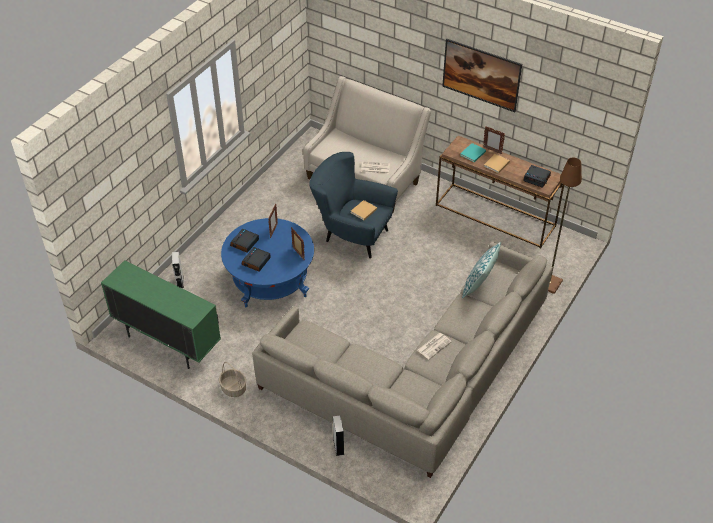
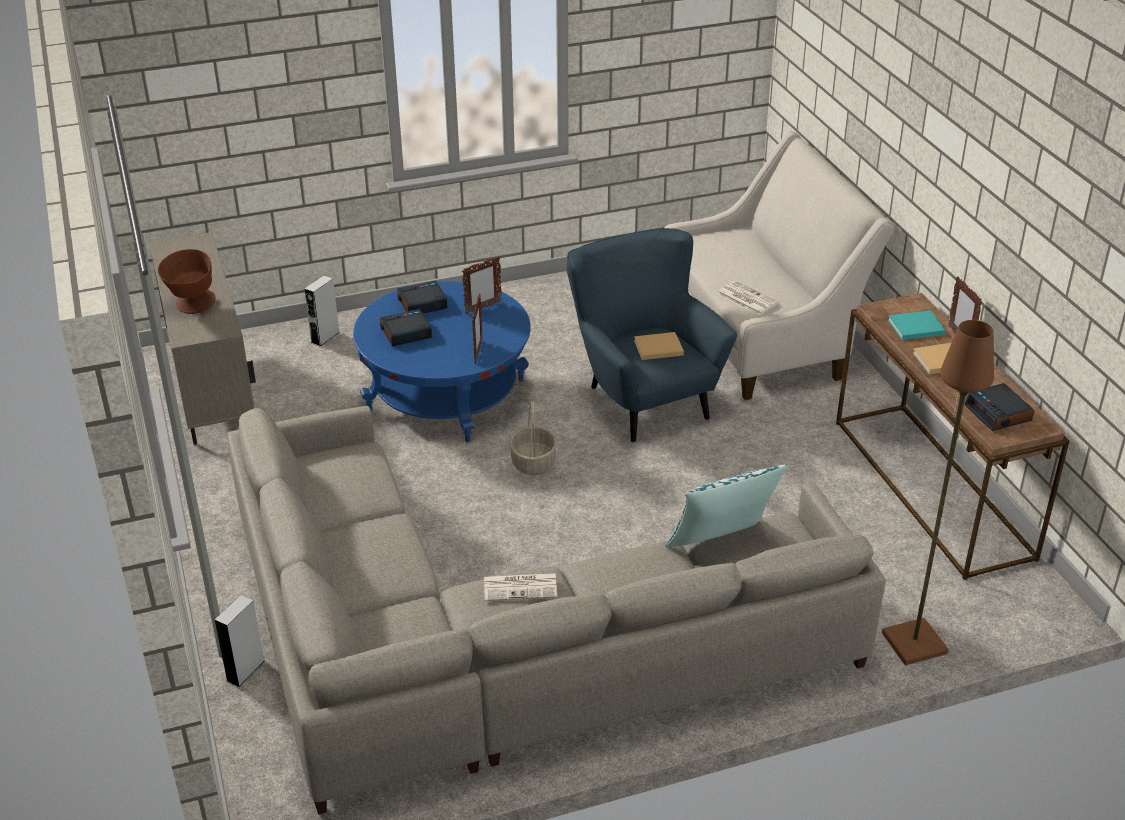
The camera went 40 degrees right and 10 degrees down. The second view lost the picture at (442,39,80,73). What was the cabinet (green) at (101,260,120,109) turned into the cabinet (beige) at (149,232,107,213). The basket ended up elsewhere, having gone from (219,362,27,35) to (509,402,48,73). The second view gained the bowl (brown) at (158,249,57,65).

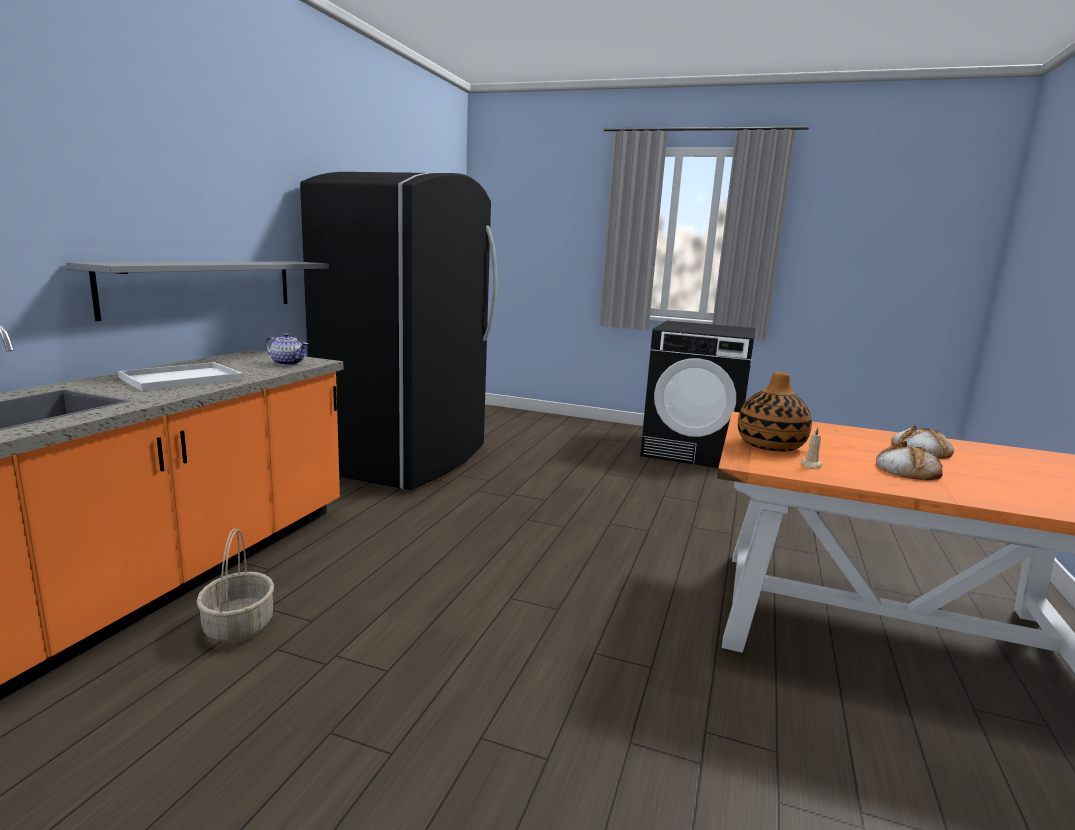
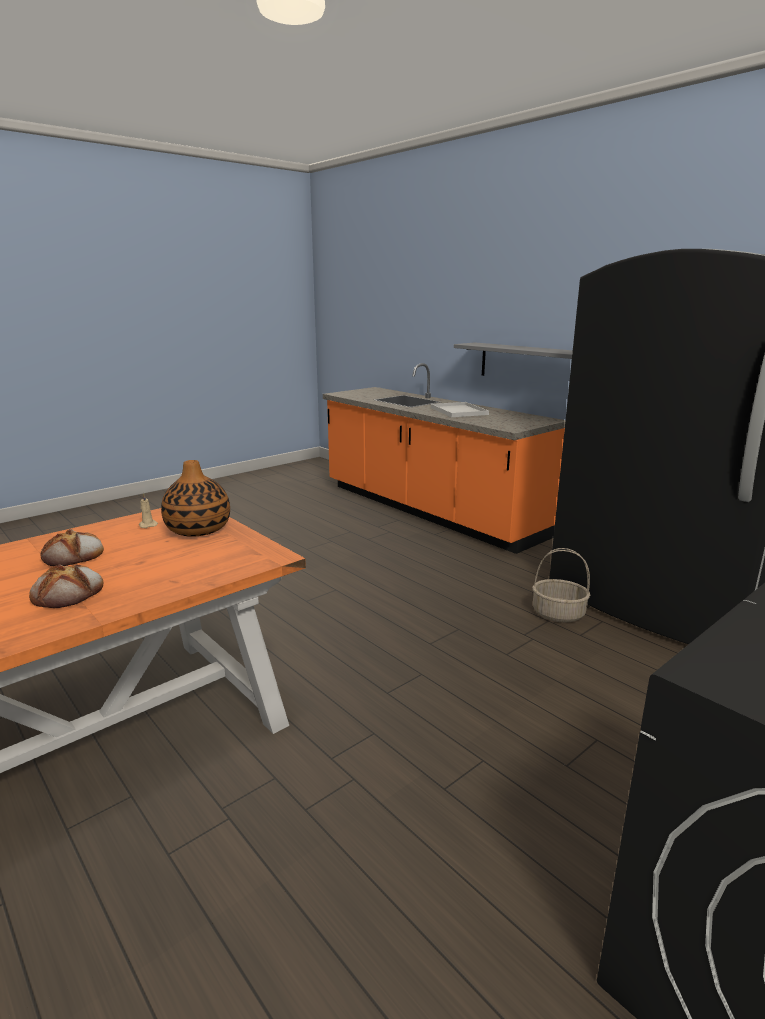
The camera went 120 degrees right and 5 degrees up. The second view lost the teapot at (265,333,43,32). The basket ended up elsewhere, having gone from (196,529,78,114) to (532,548,58,75).

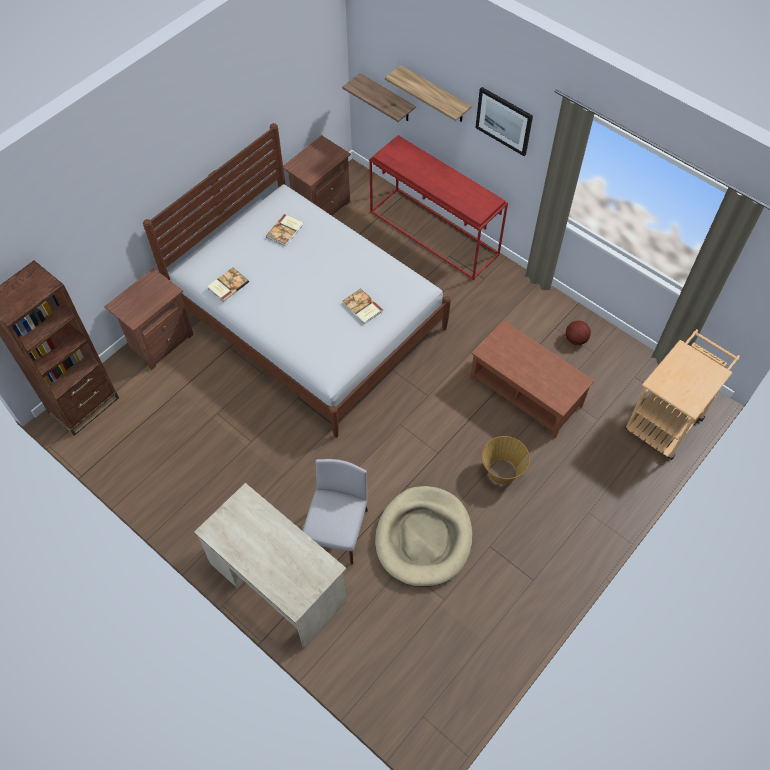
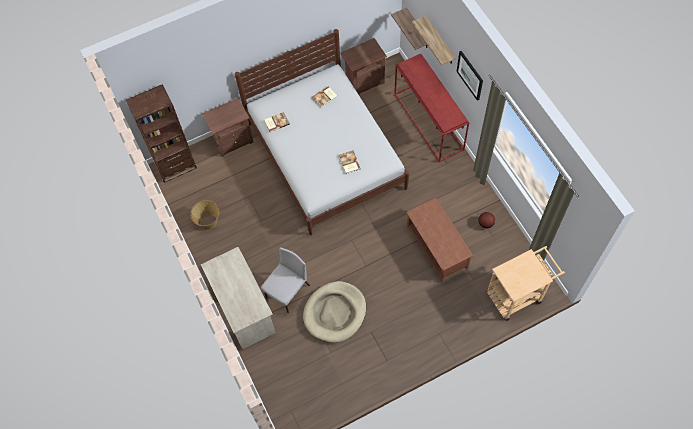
The camera went 25 degrees right and 5 degrees up. The basket ended up elsewhere, having gone from (482,436,48,49) to (190,200,29,30).

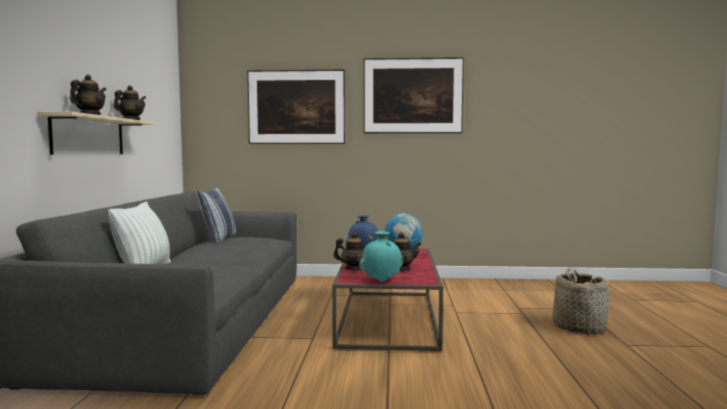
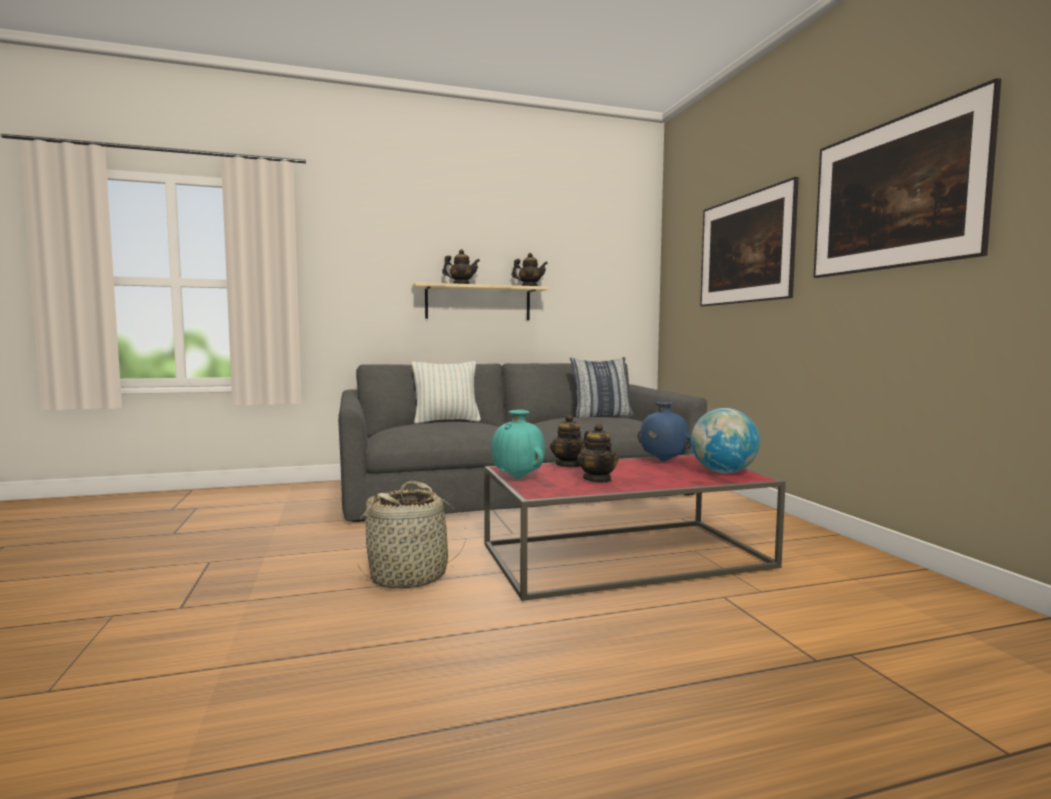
The camera went 70 degrees right and 0 degrees up. The basket ended up elsewhere, having gone from (552,268,57,66) to (358,481,108,108).

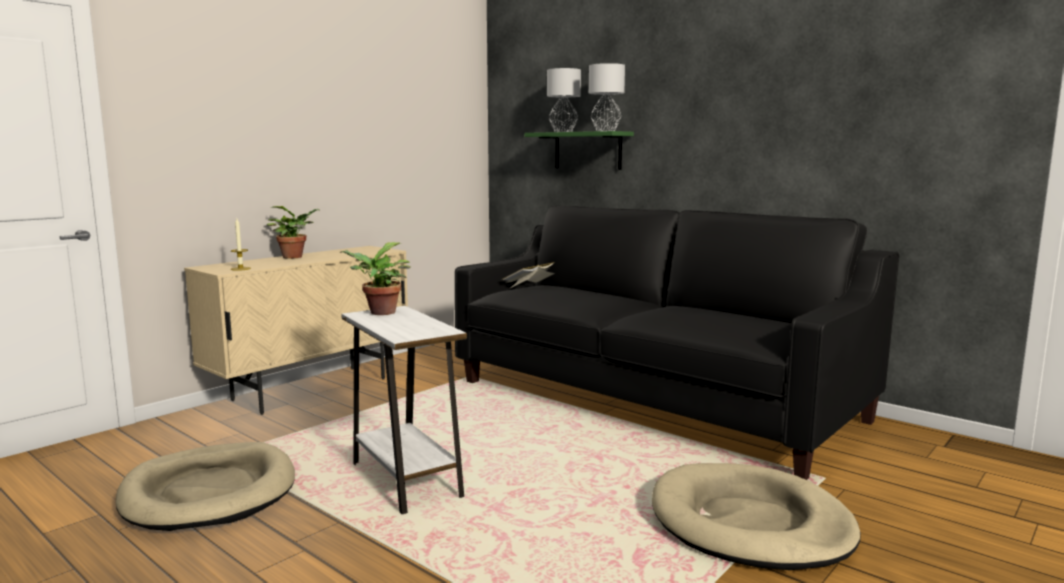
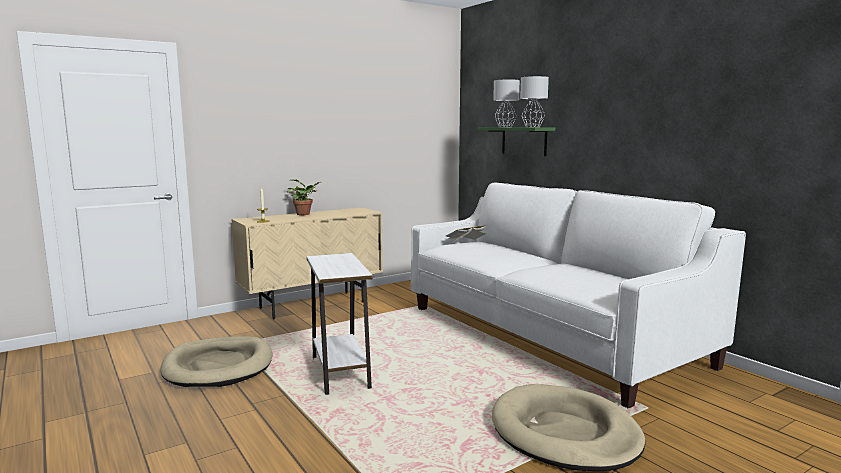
The camera went 15 degrees right and 0 degrees up. What was the sofa (black) at (455,205,444,275) turned into the sofa (white) at (411,183,335,225). The second view lost the potted plant at (340,242,71,73).

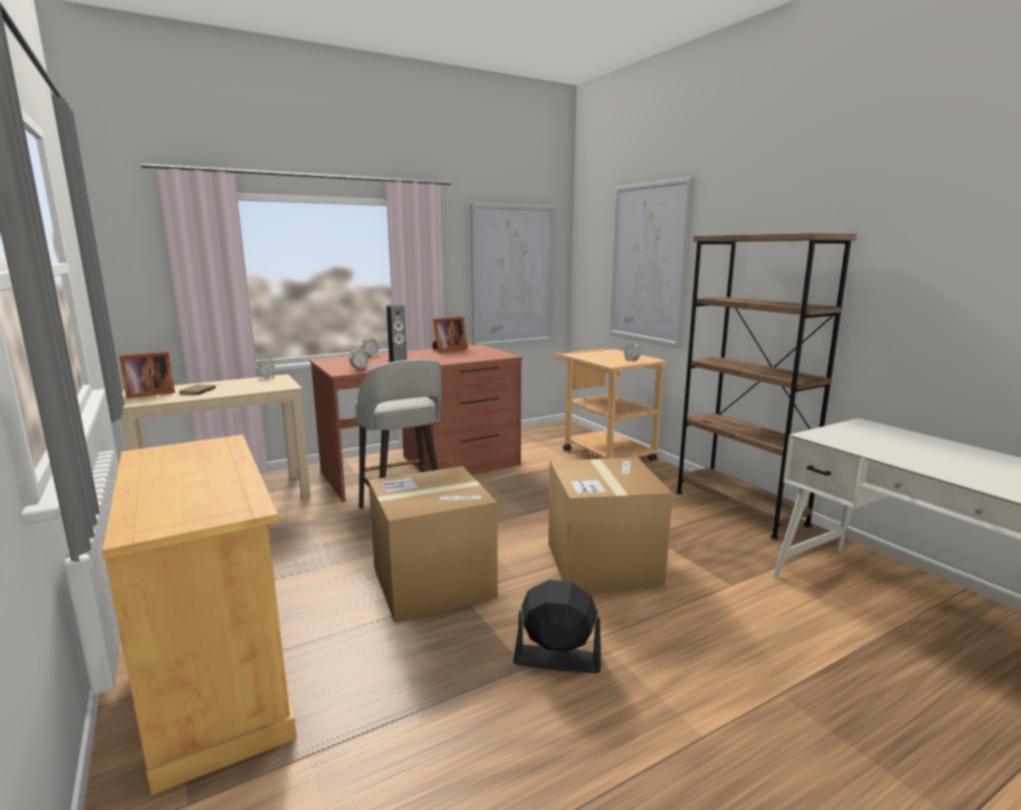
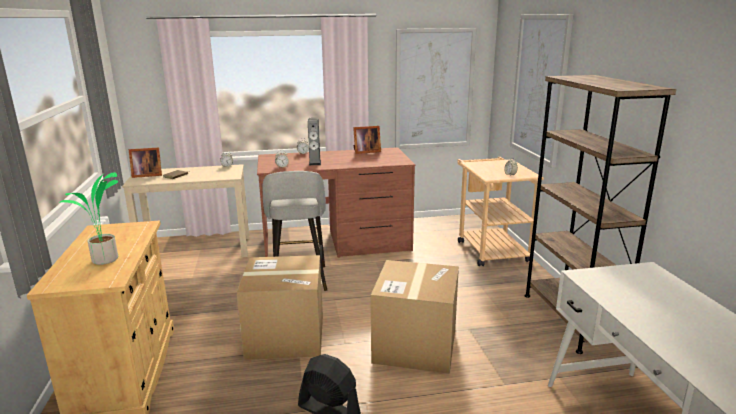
The camera went 20 degrees right and 5 degrees up. The second view gained the potted plant at (58,172,60,93).

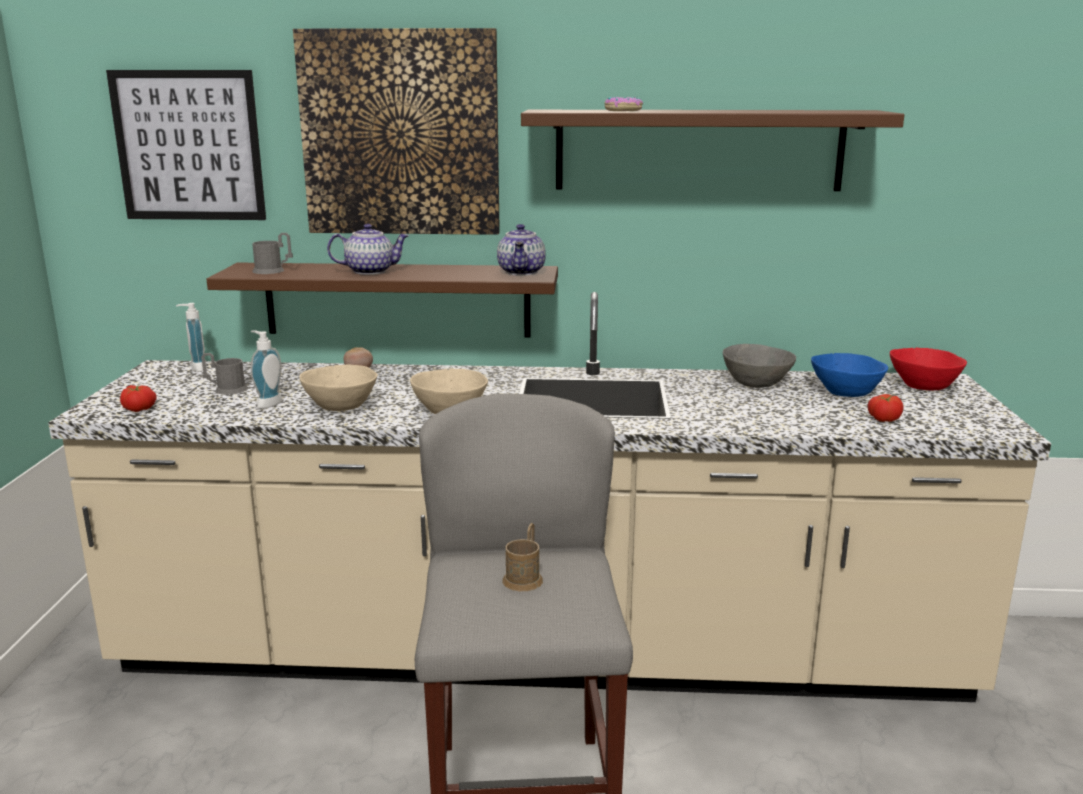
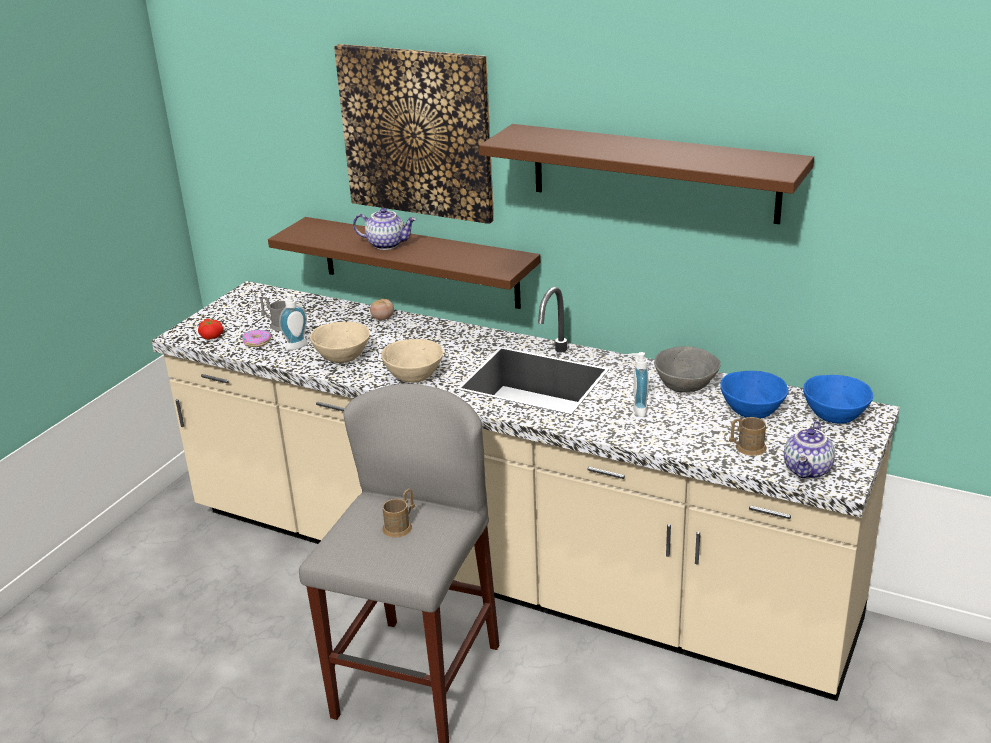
The camera went 25 degrees right and 10 degrees up. The second view lost the picture at (106,70,160,150). The donut ended up elsewhere, having gone from (604,97,39,14) to (242,329,30,18). The teapot ended up elsewhere, having gone from (497,224,49,52) to (784,421,51,58). The second view lost the mug (grey) at (252,233,41,41). The soap dispenser ended up elsewhere, having gone from (176,303,31,69) to (628,352,21,65). What was the bowl (red) at (890,348,77,42) turned into the bowl (blue) at (803,375,70,49). Where the tomato stood at (868,394,35,28), the mug (brown) came to stand at (729,417,38,39).

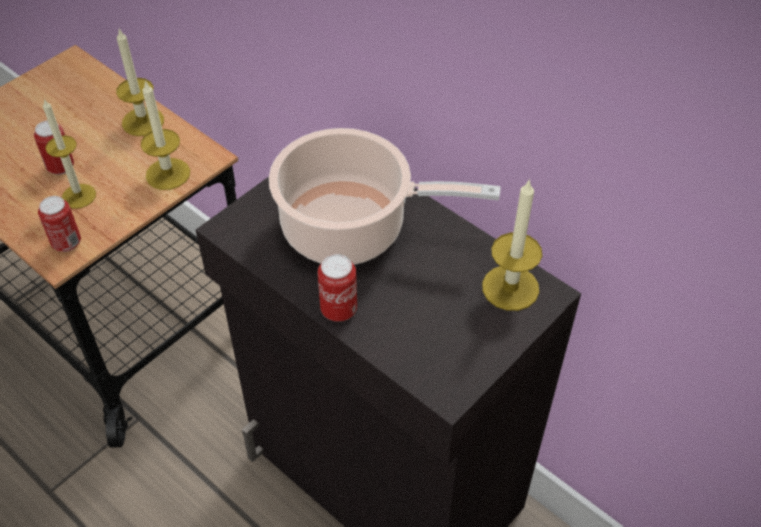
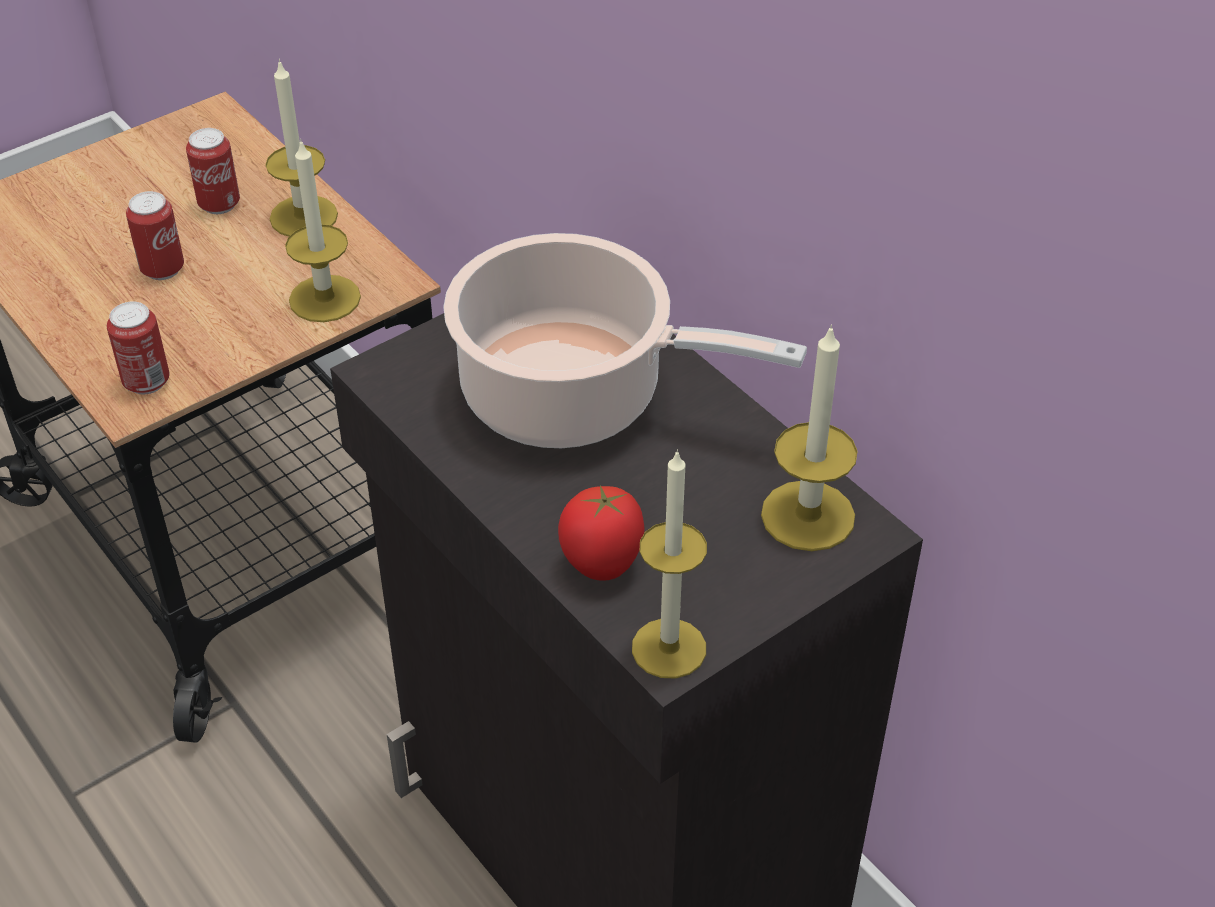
The camera went 10 degrees right and 5 degrees down. The candle ended up elsewhere, having gone from (43,98,53,111) to (632,449,75,230). The can ended up elsewhere, having gone from (318,254,39,68) to (186,128,54,86). The second view gained the tomato at (558,486,87,95).

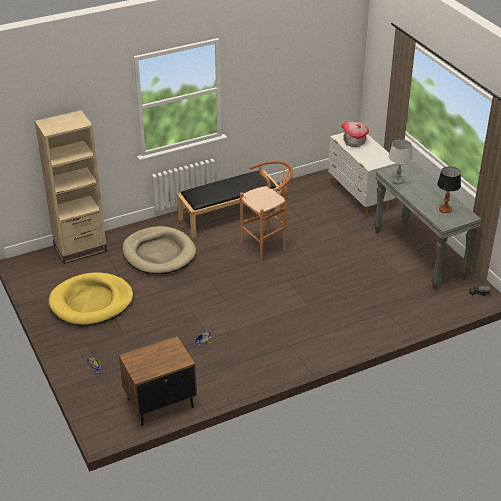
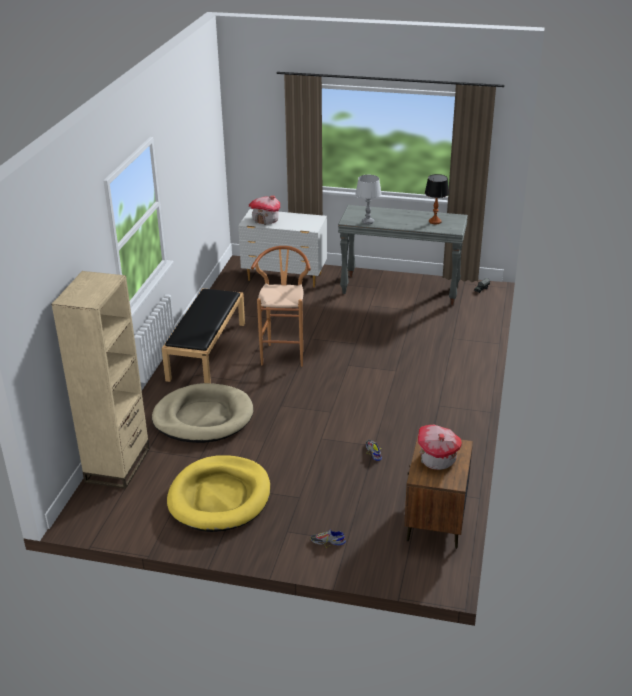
The camera went 50 degrees left and 5 degrees down. The second view gained the toy house at (418,425,44,45).

